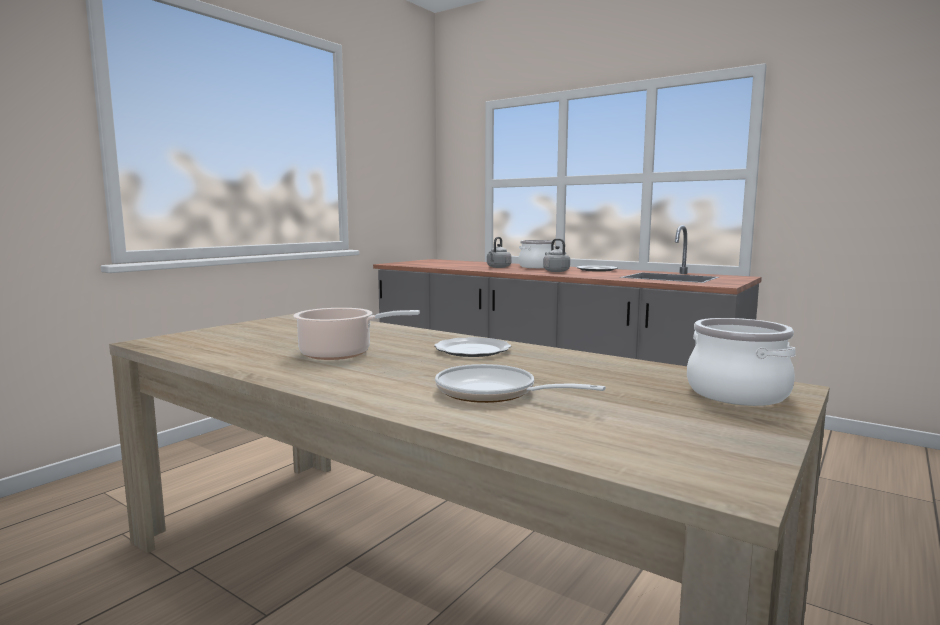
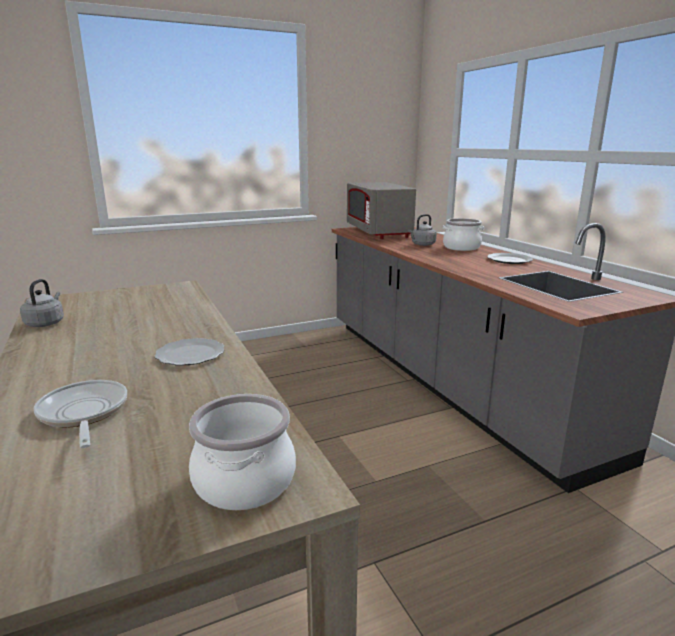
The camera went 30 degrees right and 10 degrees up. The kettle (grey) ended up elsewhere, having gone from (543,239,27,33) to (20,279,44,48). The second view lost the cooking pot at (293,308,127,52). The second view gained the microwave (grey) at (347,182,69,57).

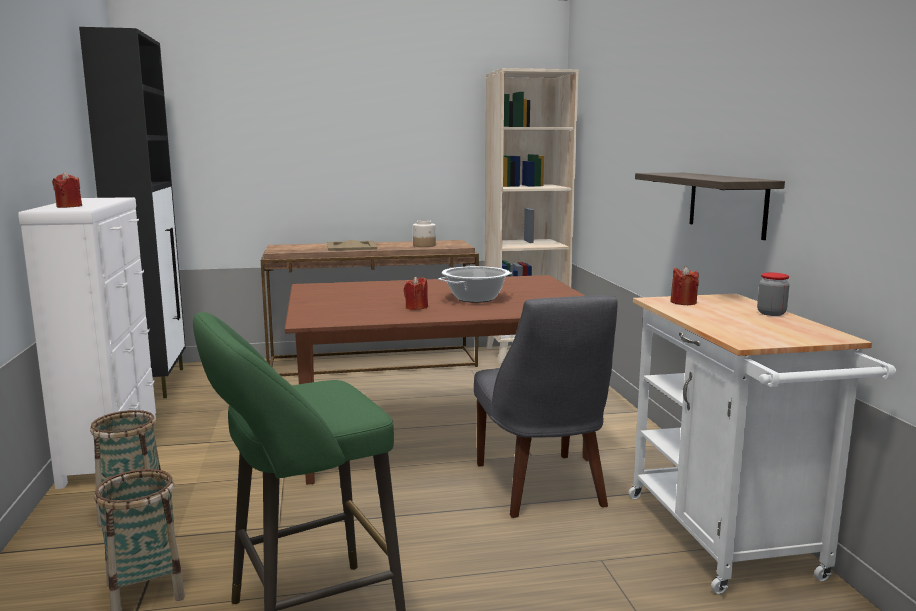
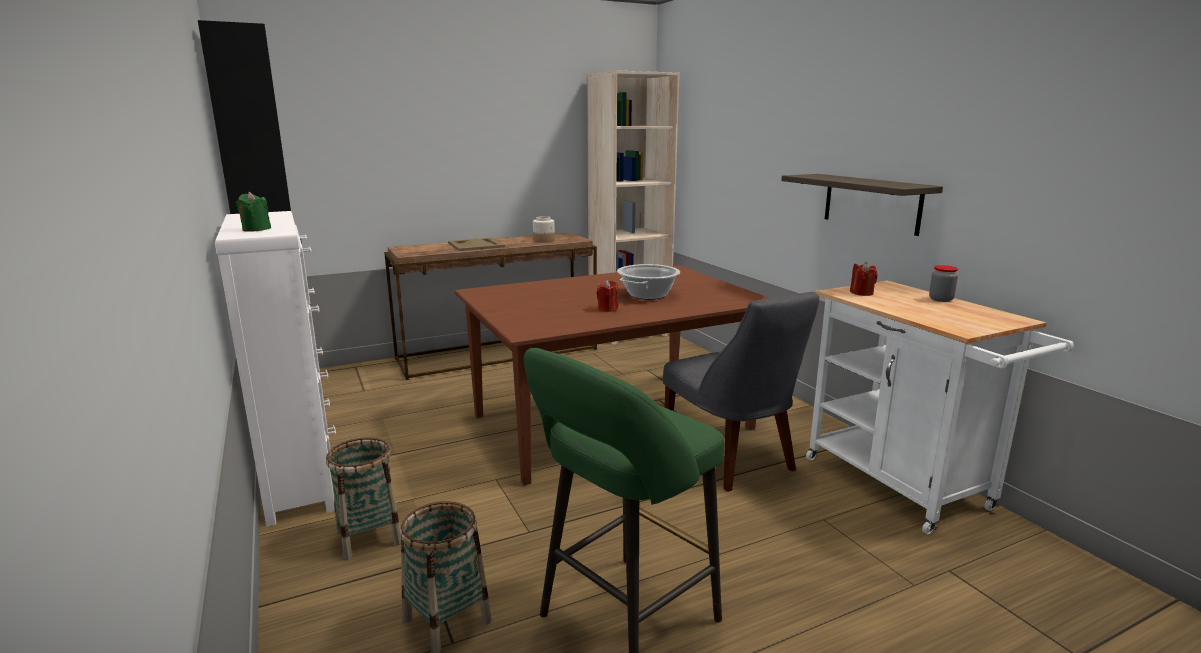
The camera went 15 degrees left and 5 degrees up. What was the candle (red) at (52,172,30,36) turned into the candle (green) at (236,192,35,39).

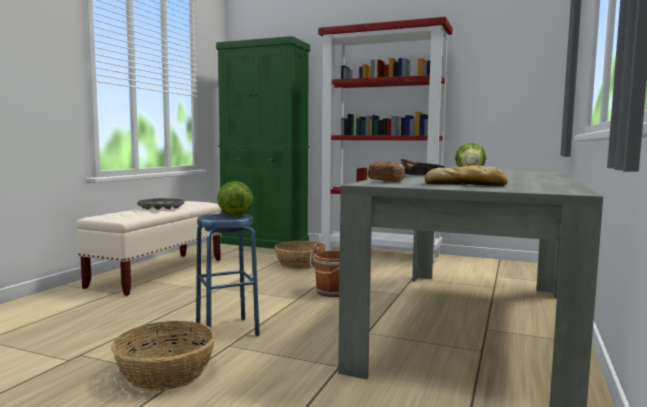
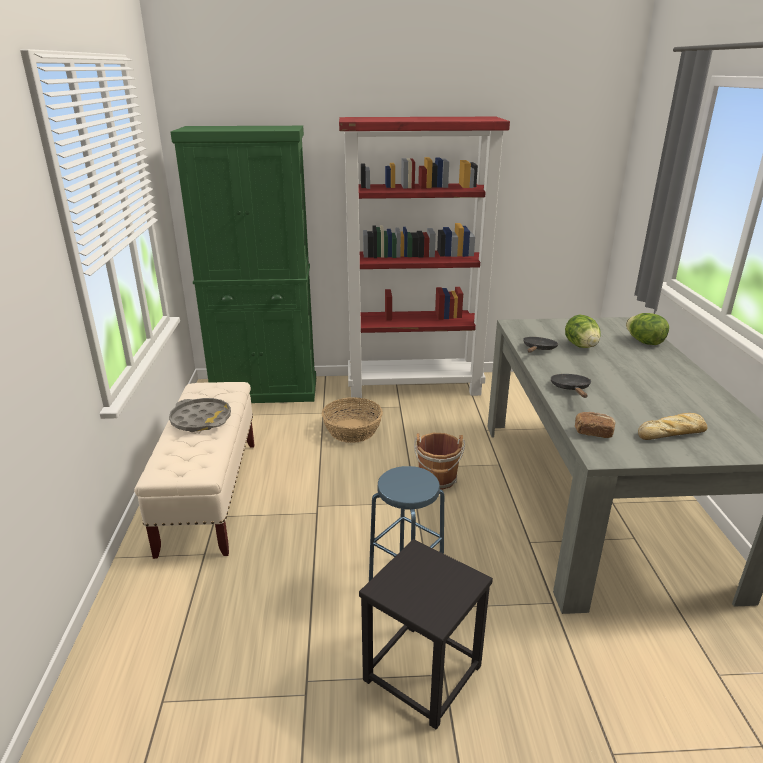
The camera went 25 degrees left and 20 degrees up. The lettuce ended up elsewhere, having gone from (217,181,36,35) to (626,313,43,32). Where the basket stood at (111,321,105,70), the stool (black) came to stand at (359,539,134,190).

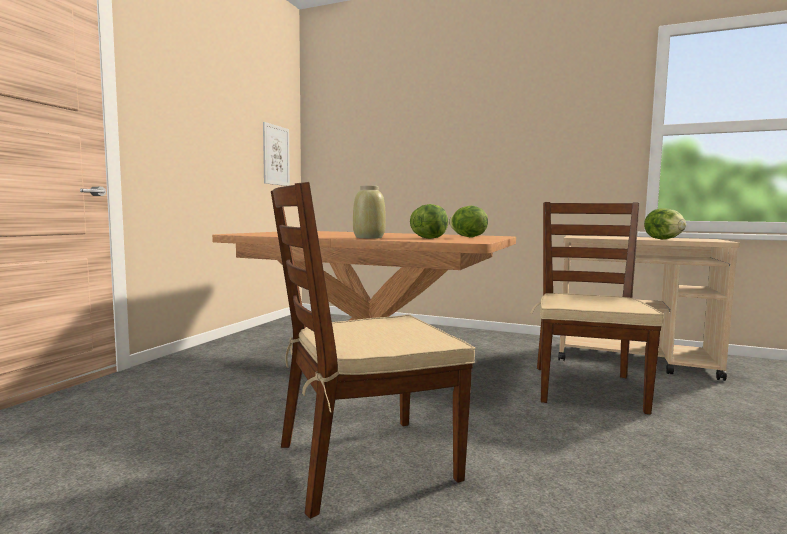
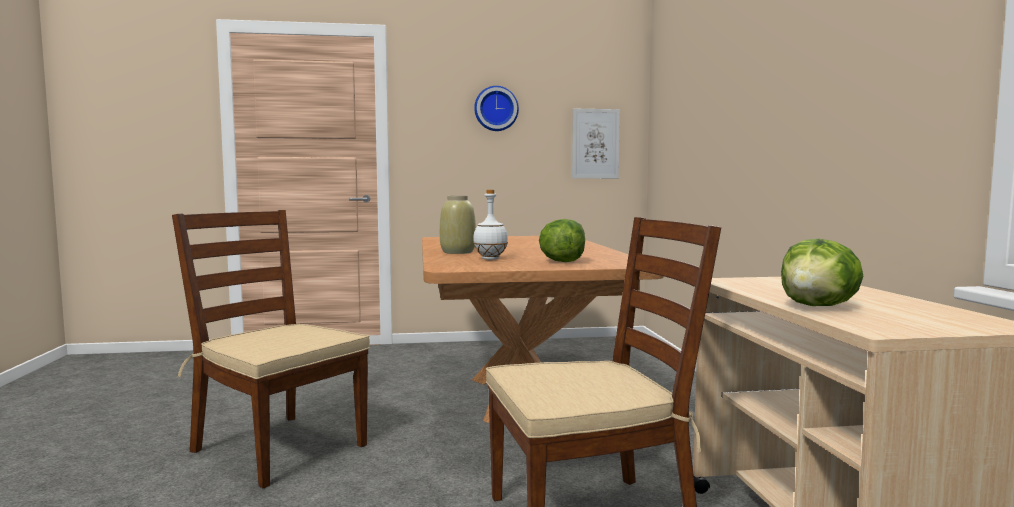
The camera went 60 degrees right and 0 degrees up. Where the lettuce stood at (410,204,39,35), the bottle (white) came to stand at (473,190,35,70). The second view gained the wall clock at (474,86,45,45).

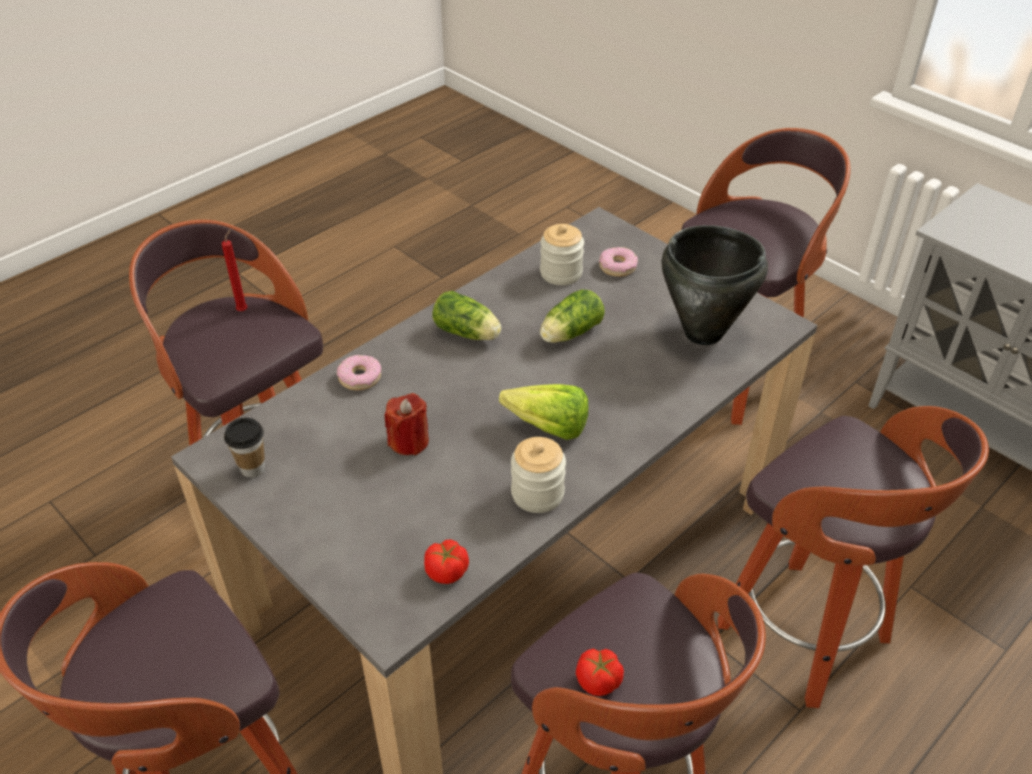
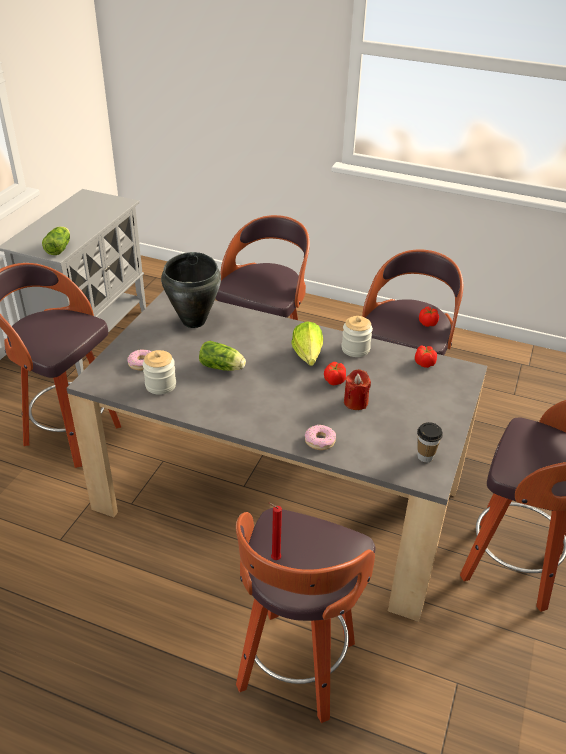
The camera went 115 degrees left and 5 degrees down. The lettuce ended up elsewhere, having gone from (432,291,69,49) to (42,227,28,28). The second view gained the tomato at (324,362,22,23).

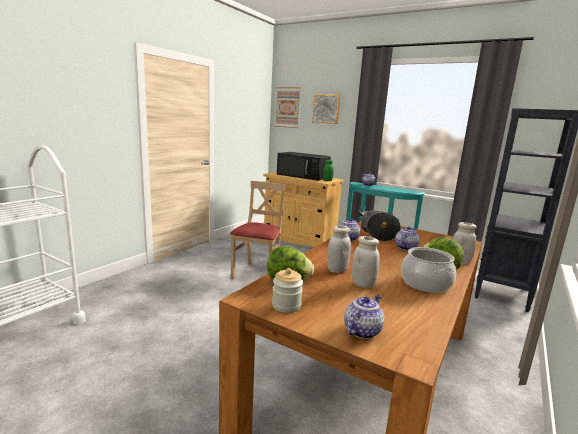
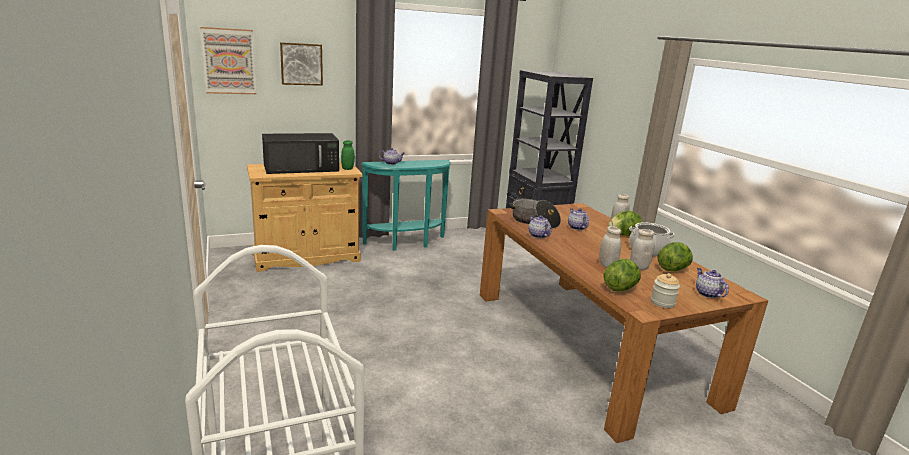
The camera went 55 degrees left and 5 degrees up. The second view lost the chair (beige) at (230,181,56,99). The second view gained the lettuce at (657,242,36,29).

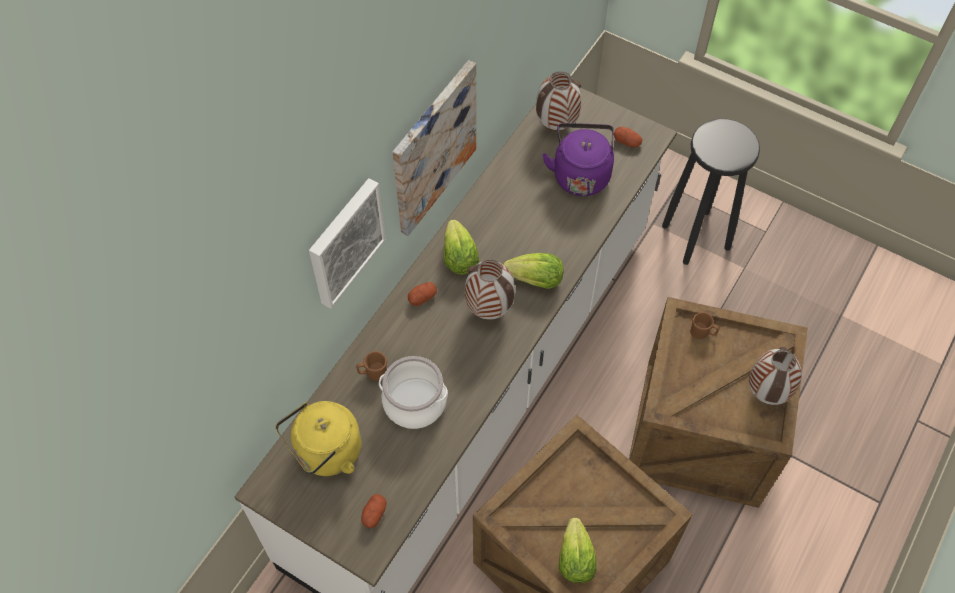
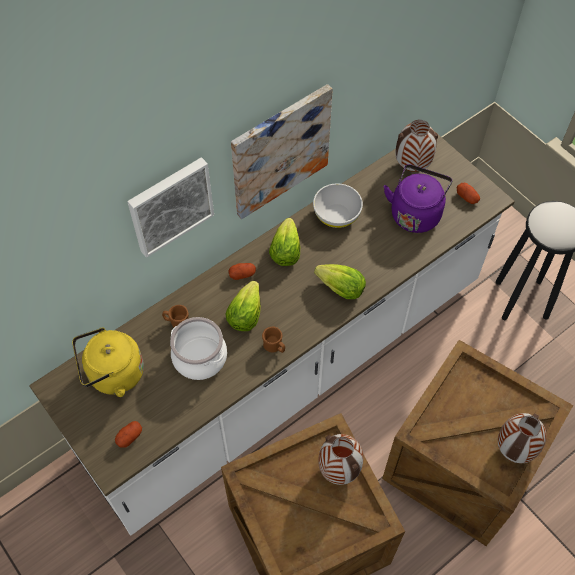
The camera went 20 degrees right and 0 degrees up. The vase ended up elsewhere, having gone from (465,260,50,60) to (318,434,46,51). The mug (brown) ended up elsewhere, having gone from (690,312,29,27) to (262,327,23,26). The lettuce ended up elsewhere, having gone from (559,518,38,65) to (225,281,36,50). The second view gained the bowl (white) at (313,183,50,45).

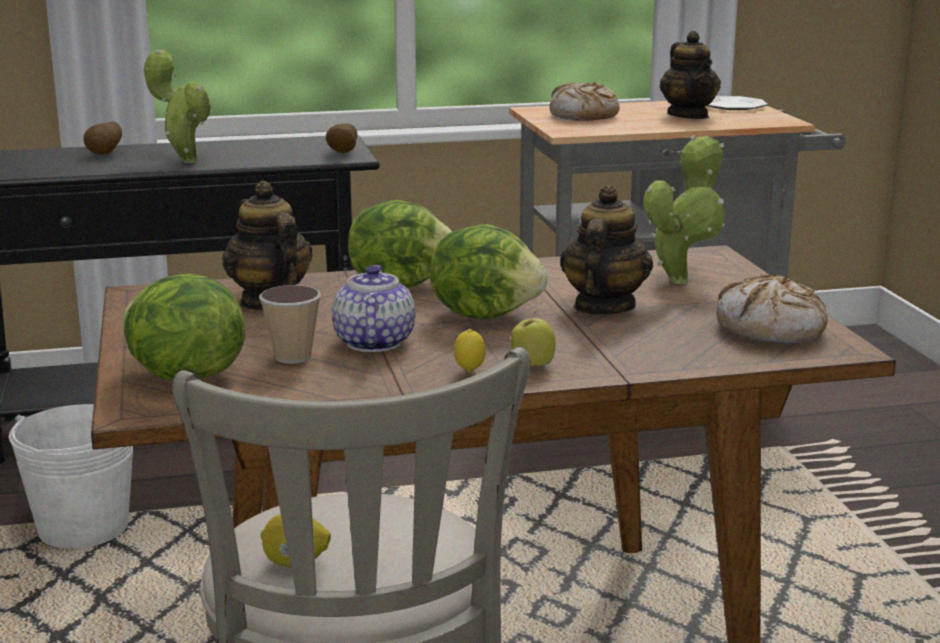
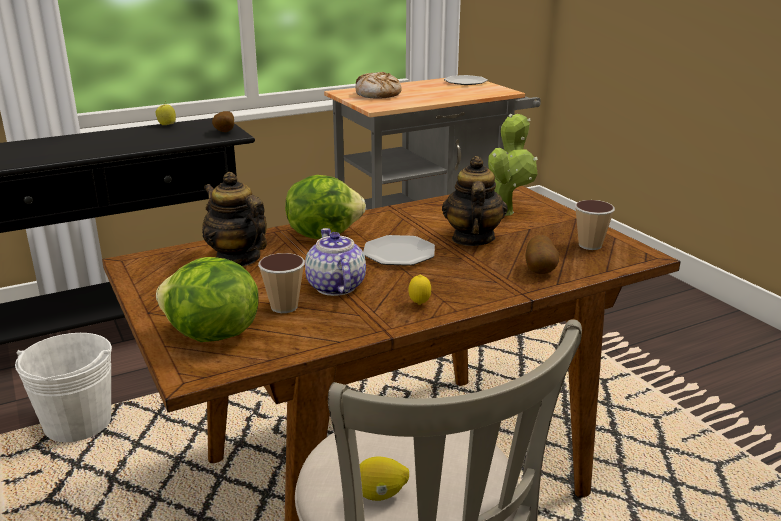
The camera went 15 degrees left and 5 degrees up. The second view lost the teapot at (660,31,61,88). The second view lost the potted plant at (144,49,68,114). The potato ended up elsewhere, having gone from (83,122,39,33) to (526,235,33,39). Where the lettuce stood at (430,224,118,95), the plate came to stand at (363,235,72,31). Where the bread stood at (716,275,112,69), the cup came to stand at (575,200,40,50). The apple ended up elsewhere, having gone from (511,311,45,55) to (156,102,20,23).

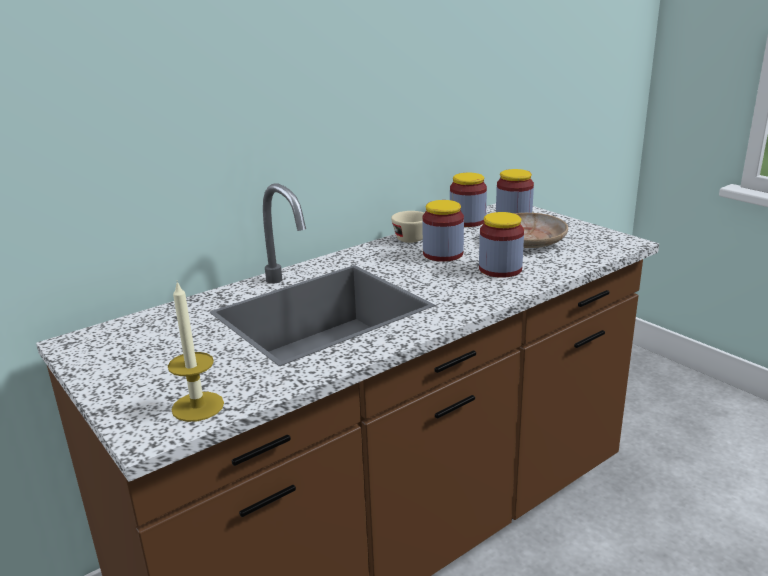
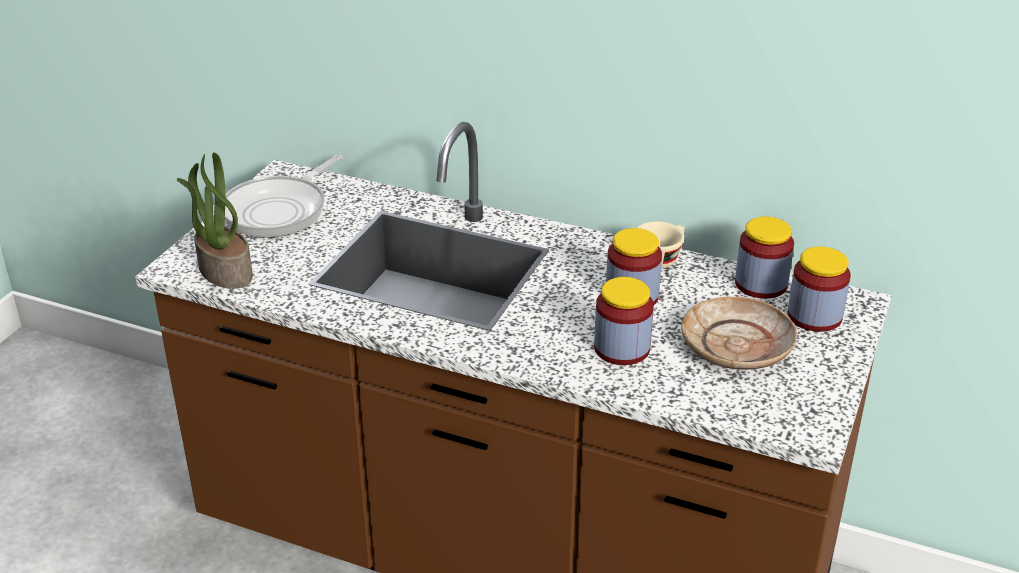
The camera went 60 degrees right and 10 degrees up. Where the candle stood at (168,280,56,142), the potted plant came to stand at (177,152,76,137). The second view gained the frying pan at (225,154,118,84).

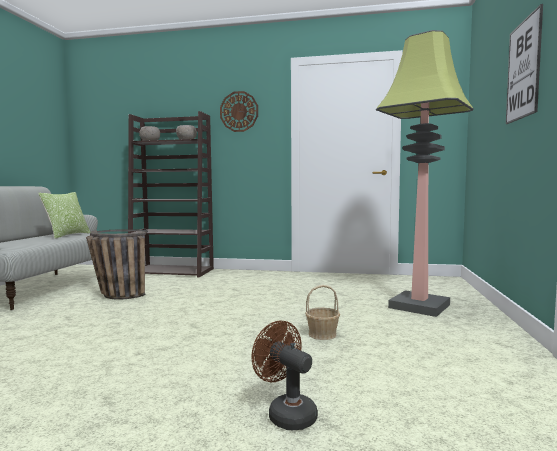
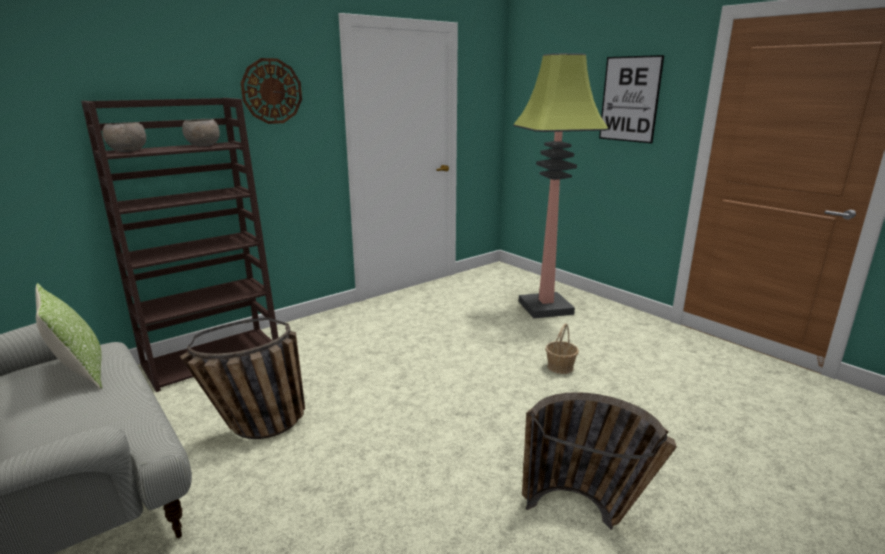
The camera went 50 degrees left and 15 degrees up. The second view lost the fan (brown) at (251,320,67,110). The second view gained the basket at (522,392,155,138).

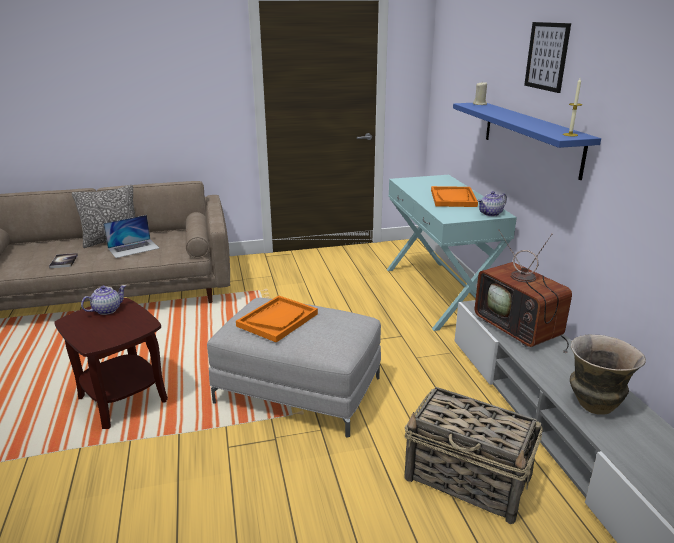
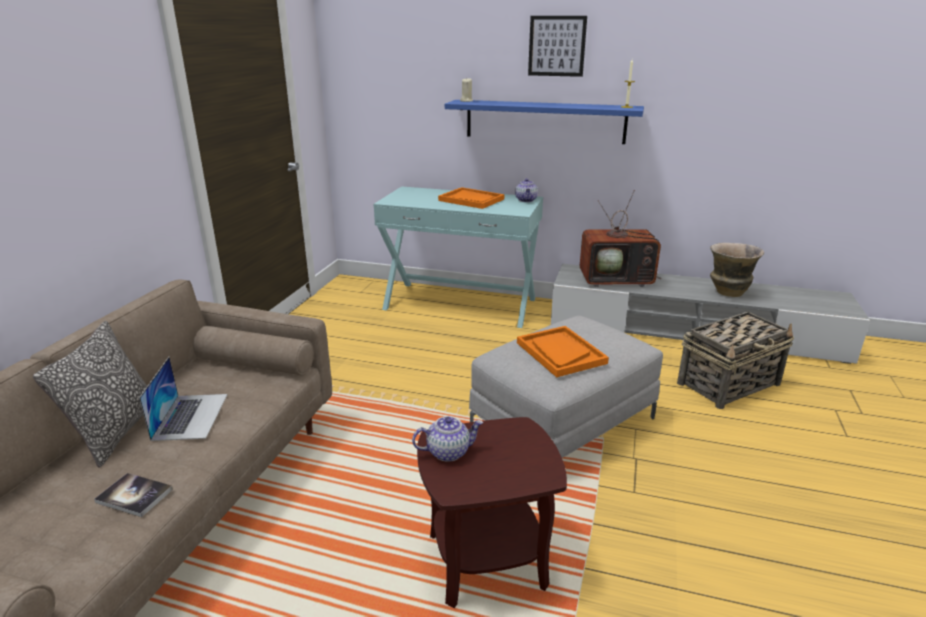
The camera went 60 degrees left and 0 degrees up. The teapot at (81,285,45,30) ended up facing another way, 90 degrees clockwise from before.

